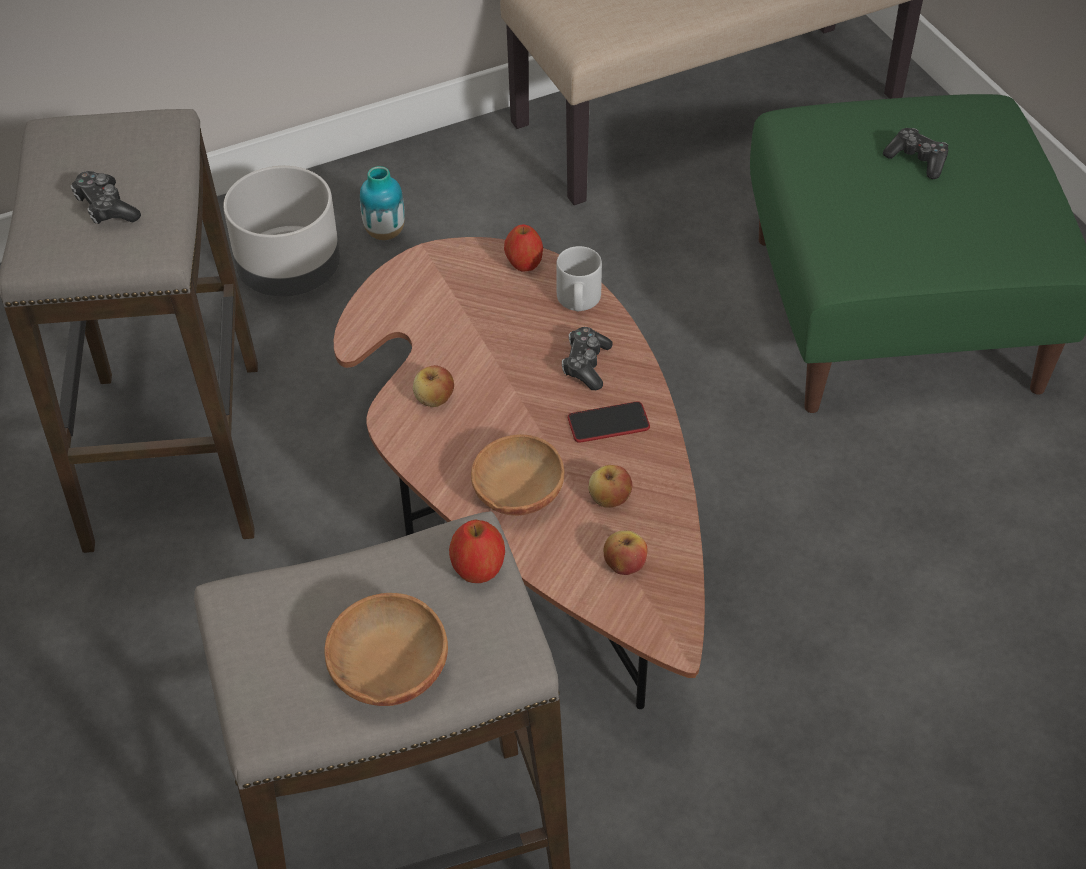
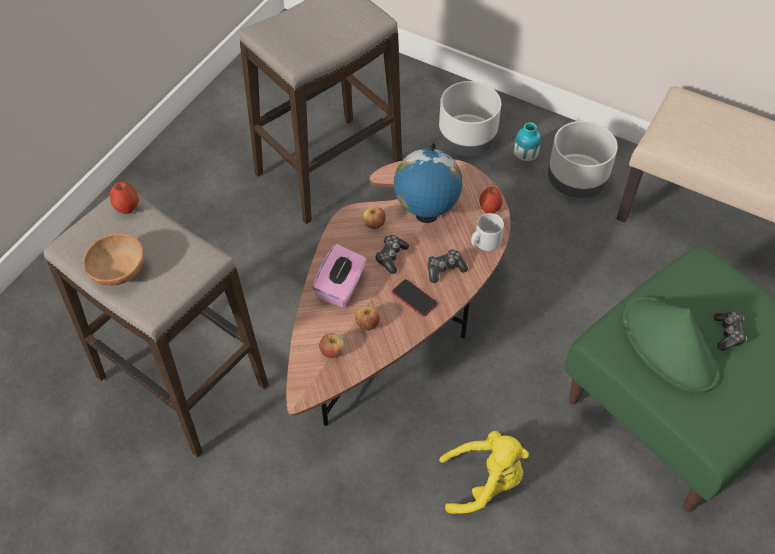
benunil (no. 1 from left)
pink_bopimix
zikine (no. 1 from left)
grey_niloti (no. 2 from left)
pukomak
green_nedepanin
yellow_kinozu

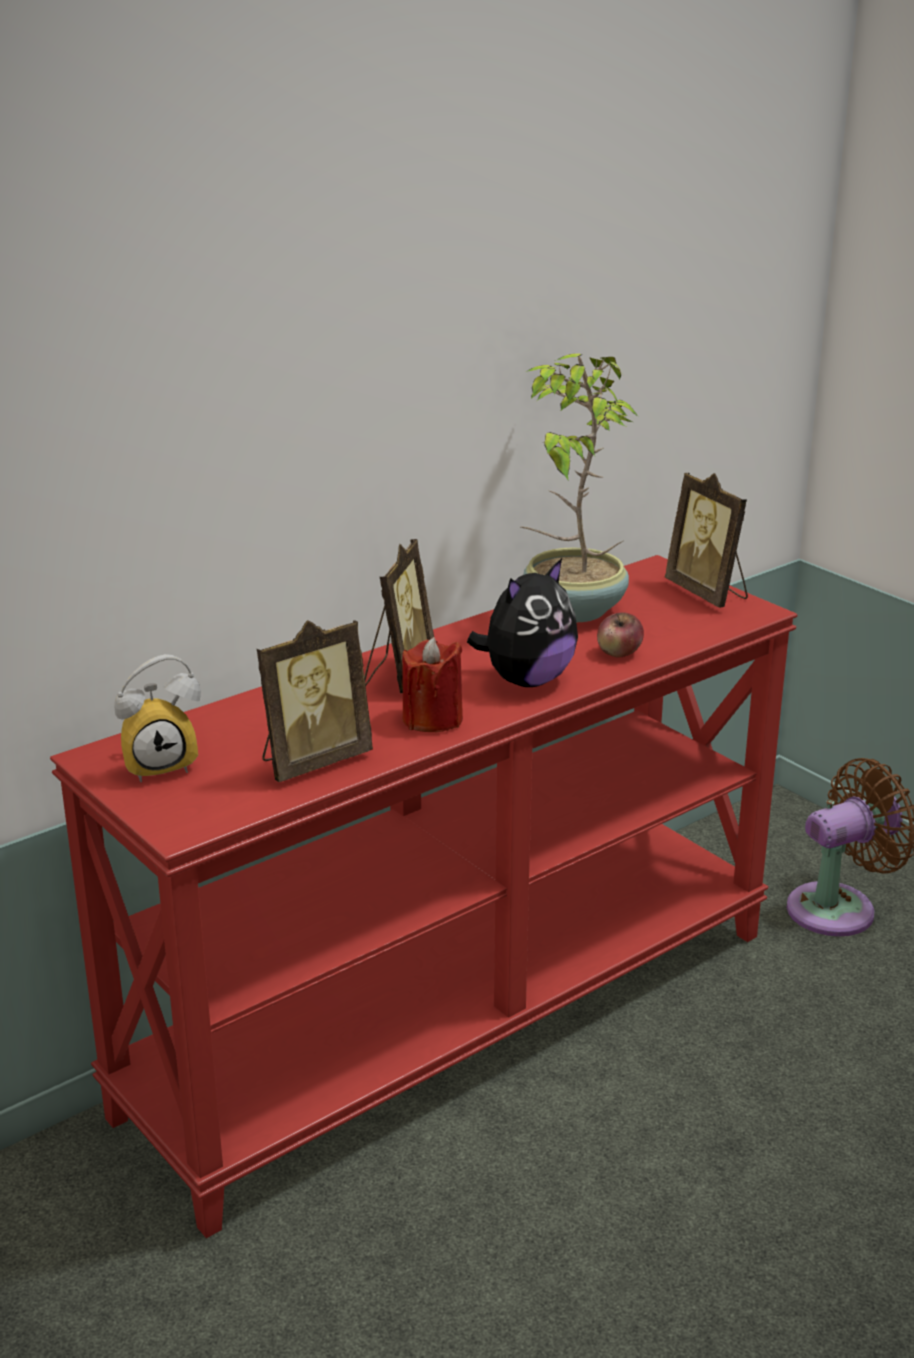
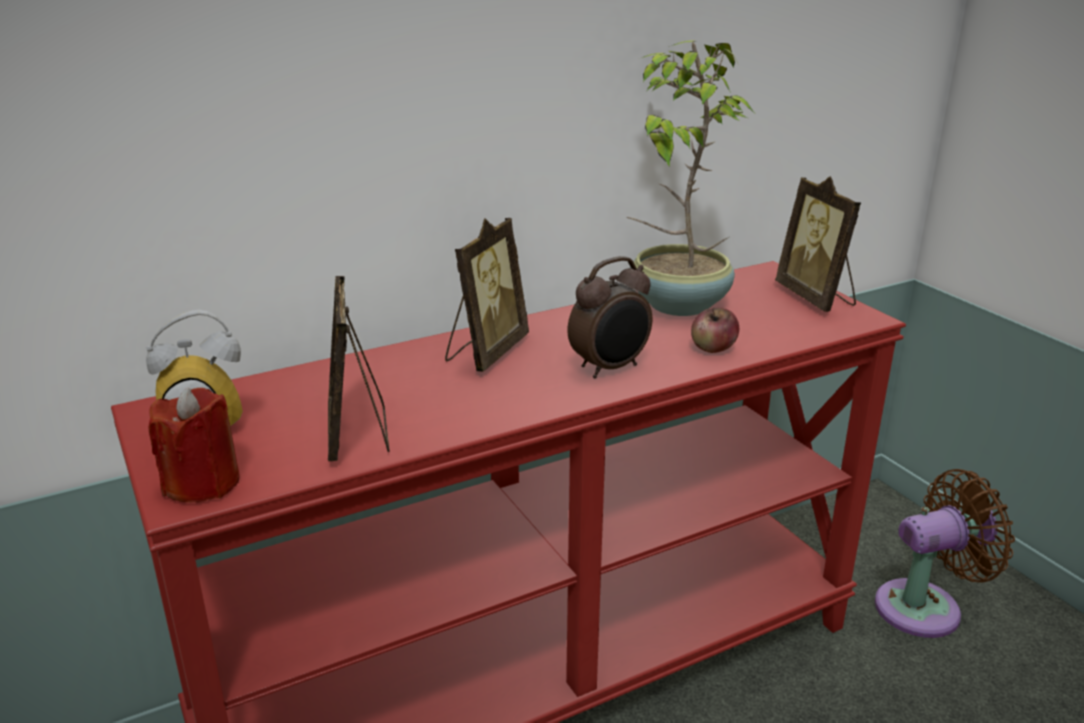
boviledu (no. 2 from left)
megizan (no. 1 from left)
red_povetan

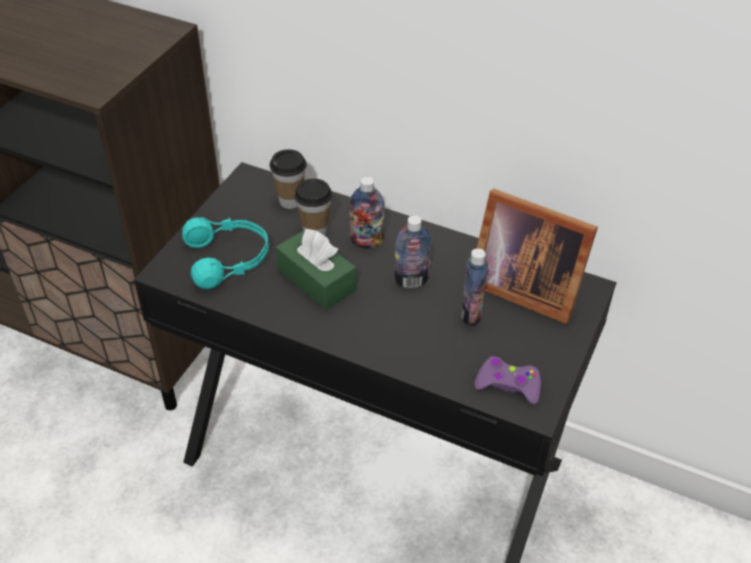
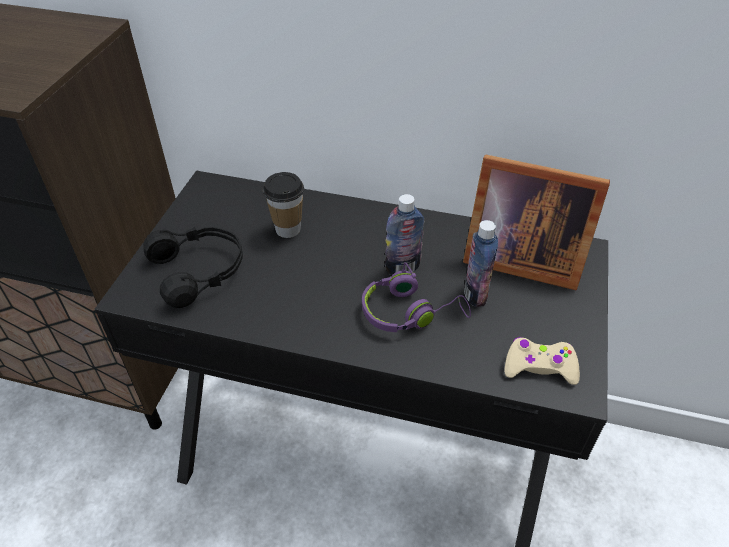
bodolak (no. 1 from left in the first image)
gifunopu (no. 1 from left in the first image)
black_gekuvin
green_bopimix
beige_benunil
purple_gekuvin

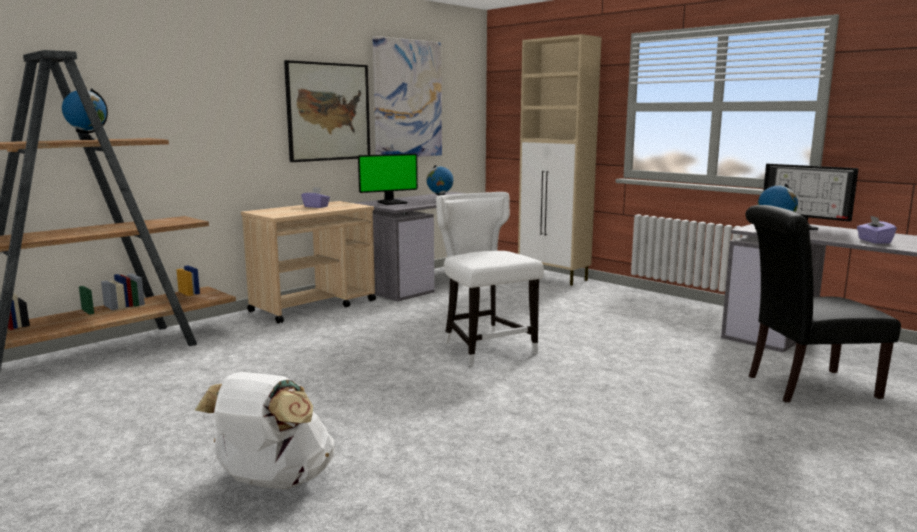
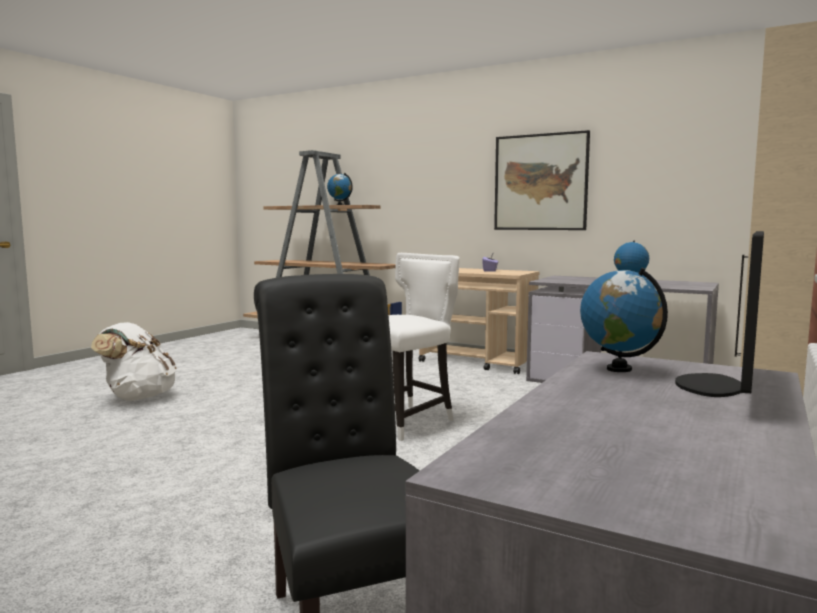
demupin (no. 2 from left in the first image)
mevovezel (no. 1 from left in the first image)
purple_bopimix (no. 2 from left in the first image)

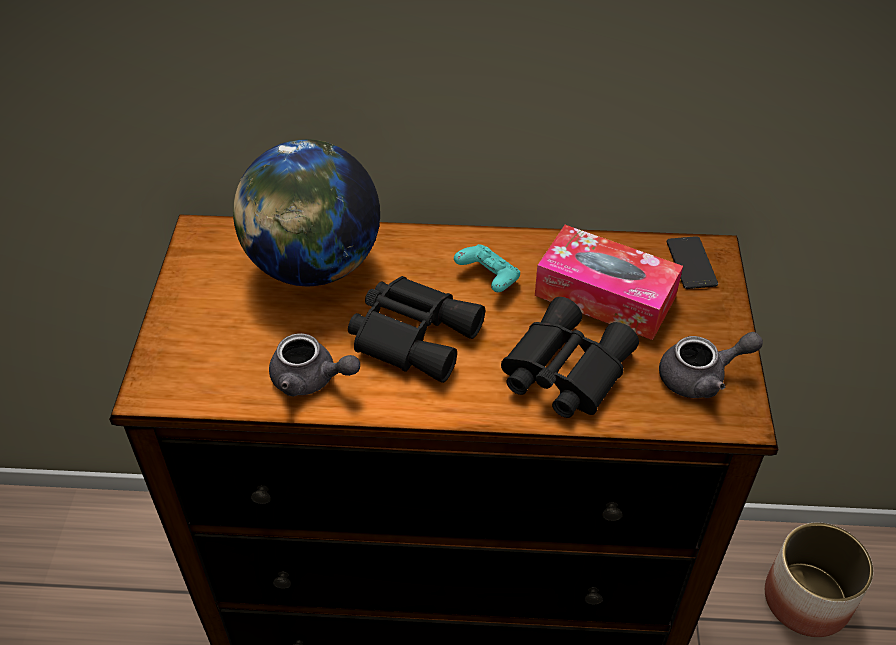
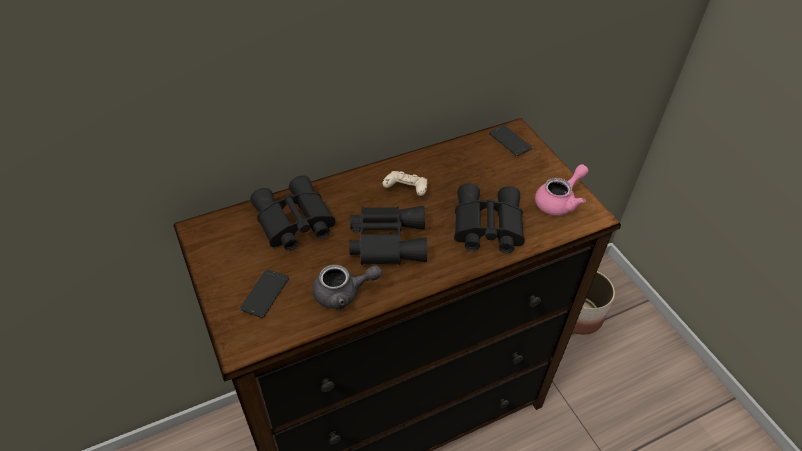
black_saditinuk (no. 1 from left)
bopimix
beige_benunil
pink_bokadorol
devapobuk (no. 1 from left)

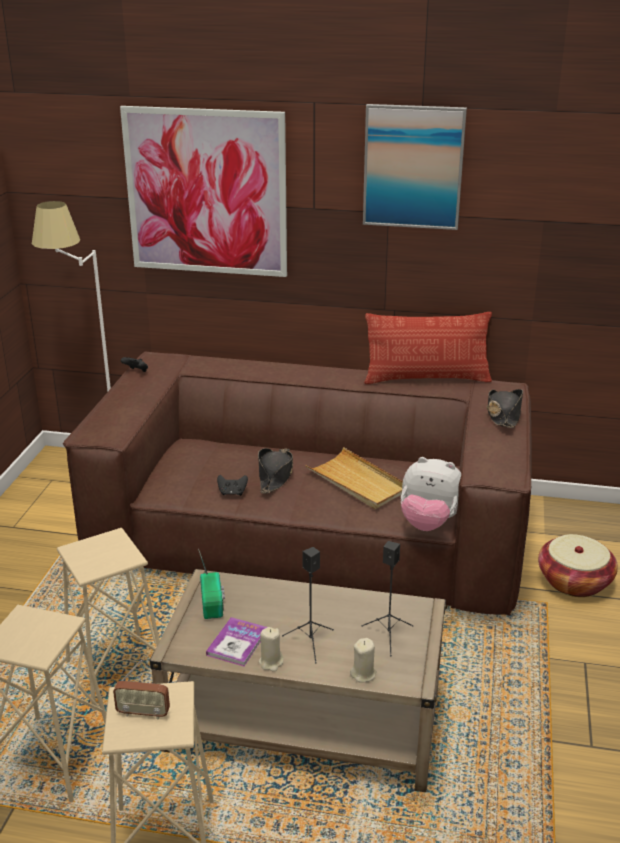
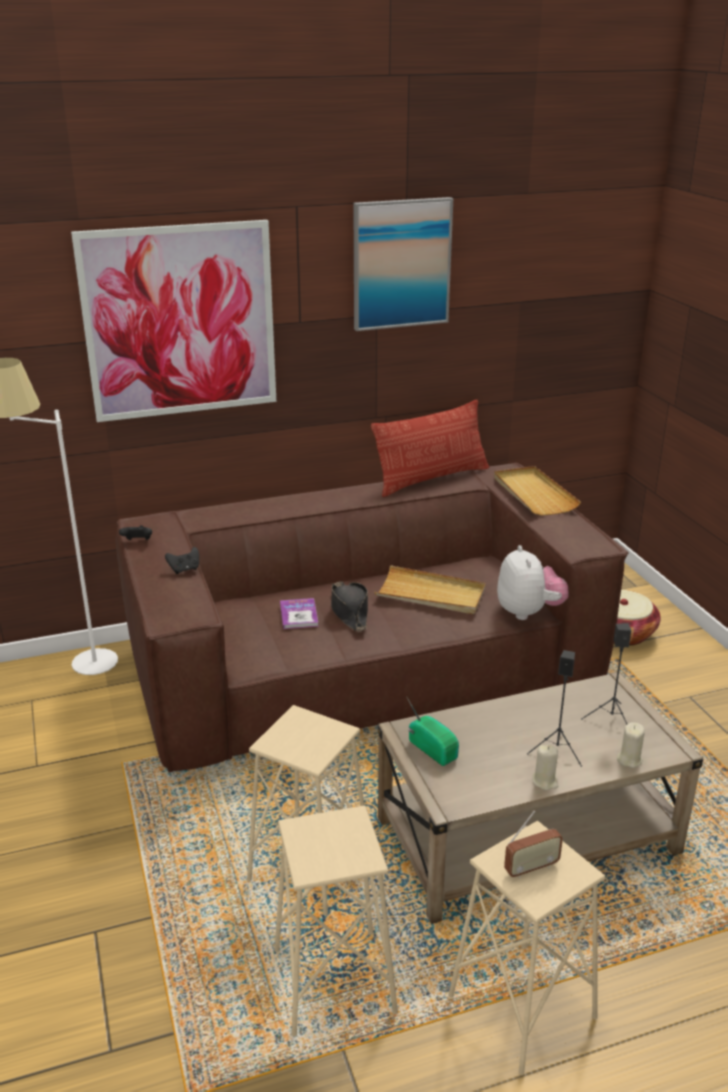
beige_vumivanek (no. 2 from left)
kinozu
black_benunil (no. 2 from left)
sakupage

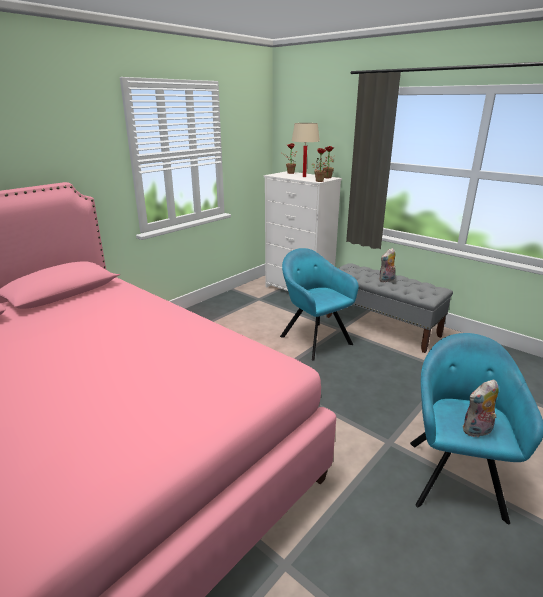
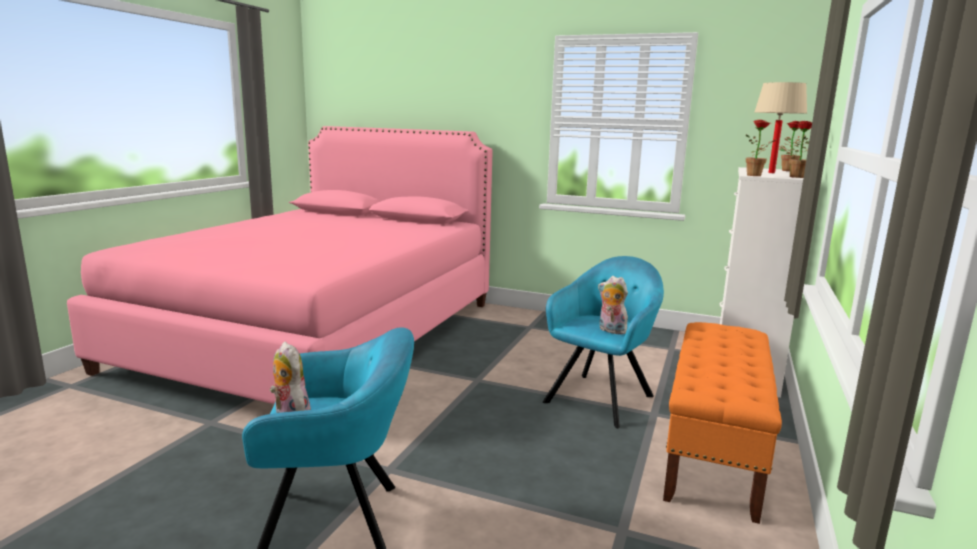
kinozu (no. 2 from left)
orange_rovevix

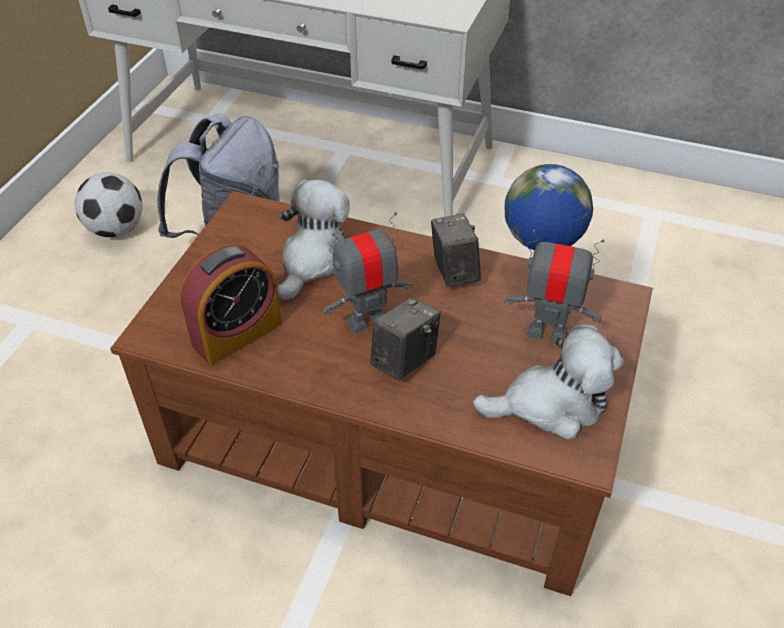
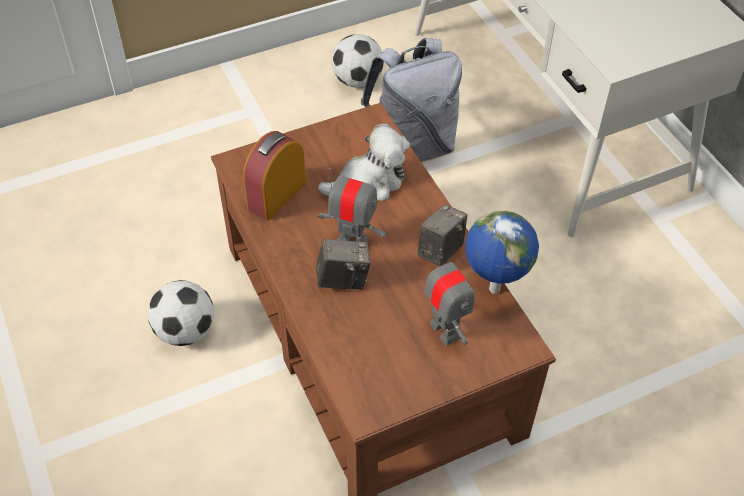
boviledu
kinozu (no. 2 from left in the first image)
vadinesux (no. 1 from left)

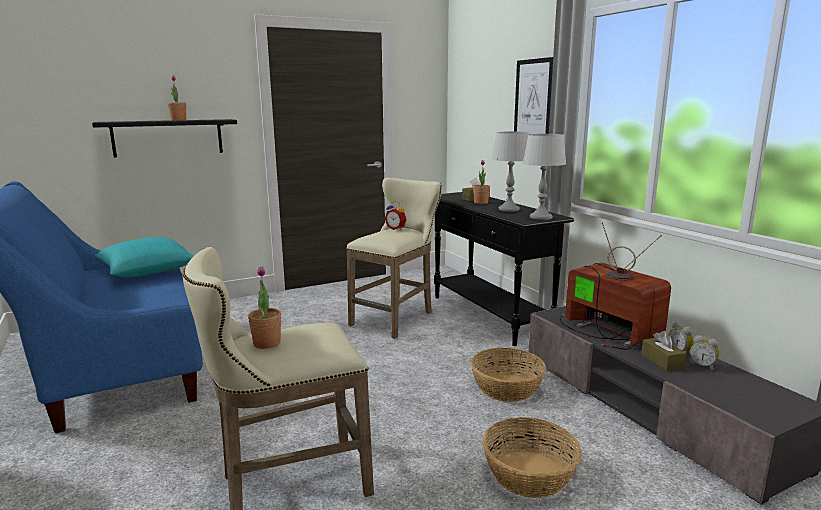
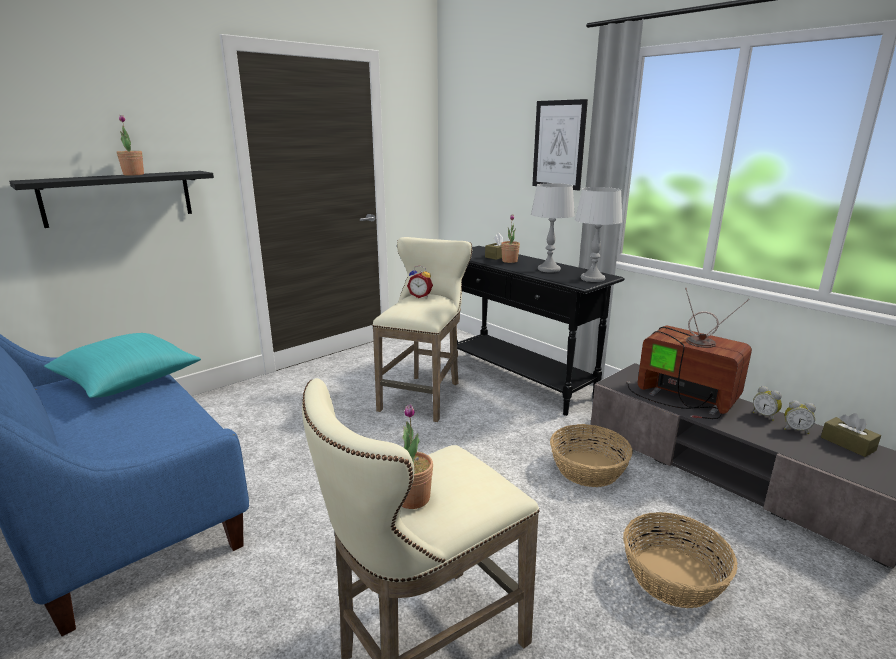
brown_bopimix (no. 2 from left)

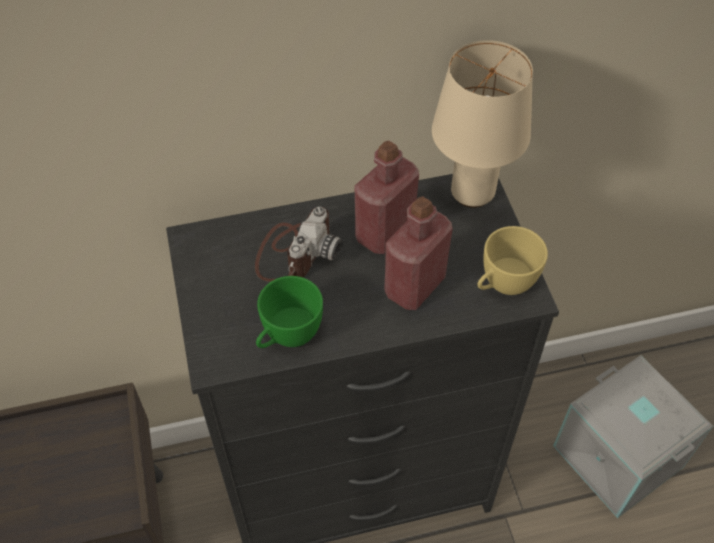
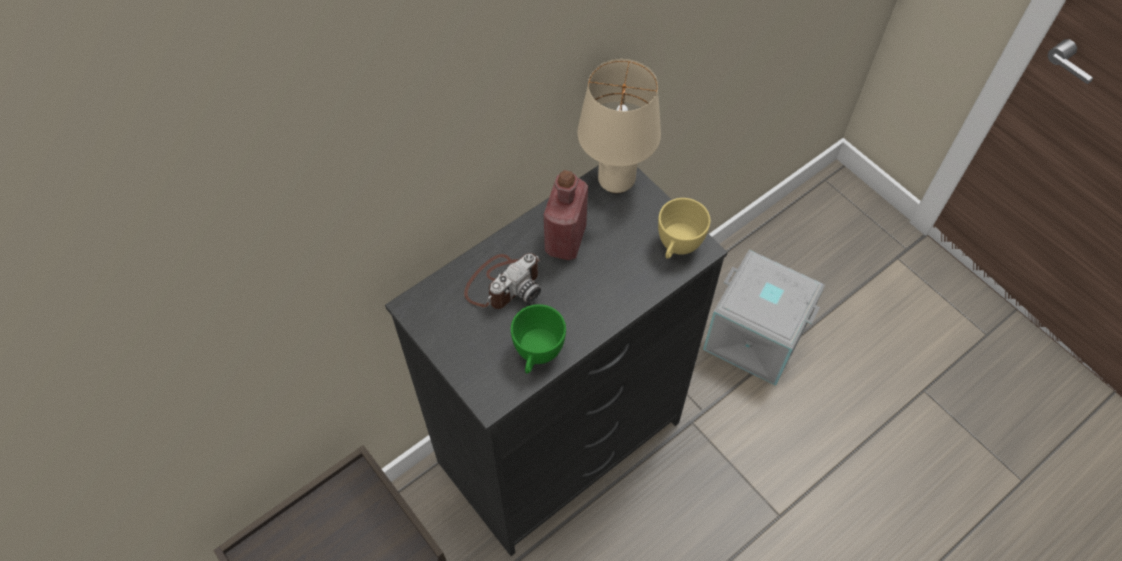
red_gifunopu (no. 2 from left in the first image)
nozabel

